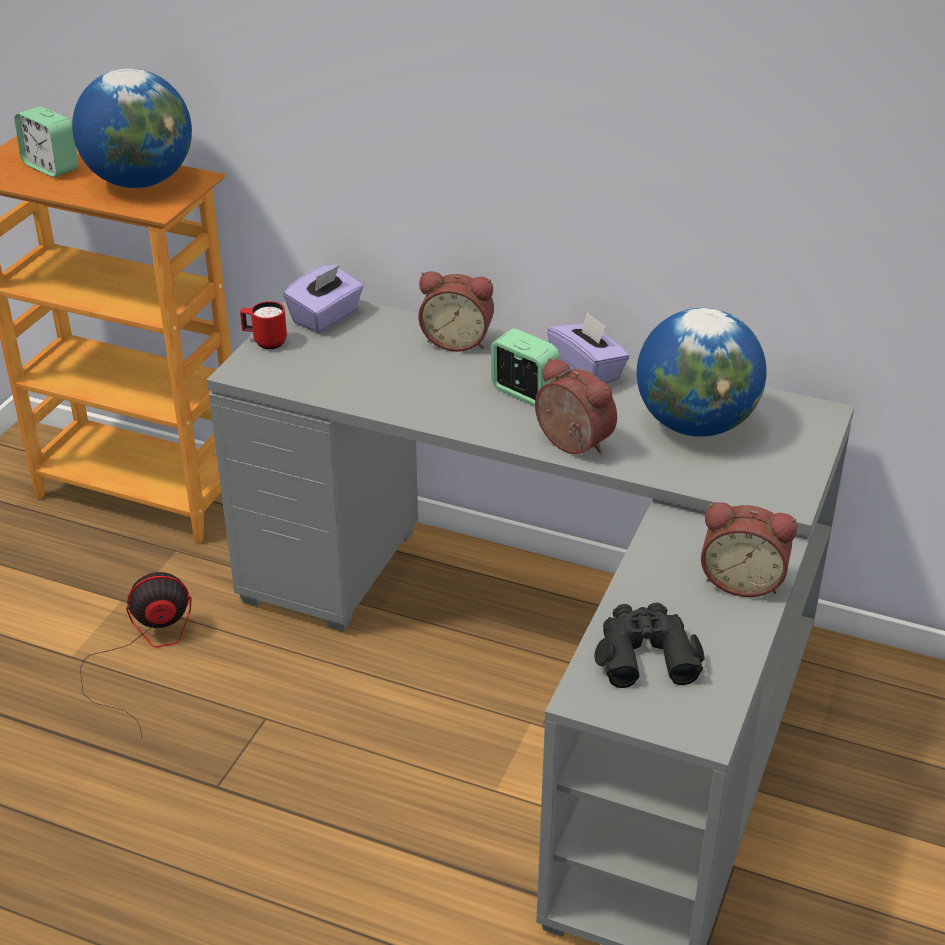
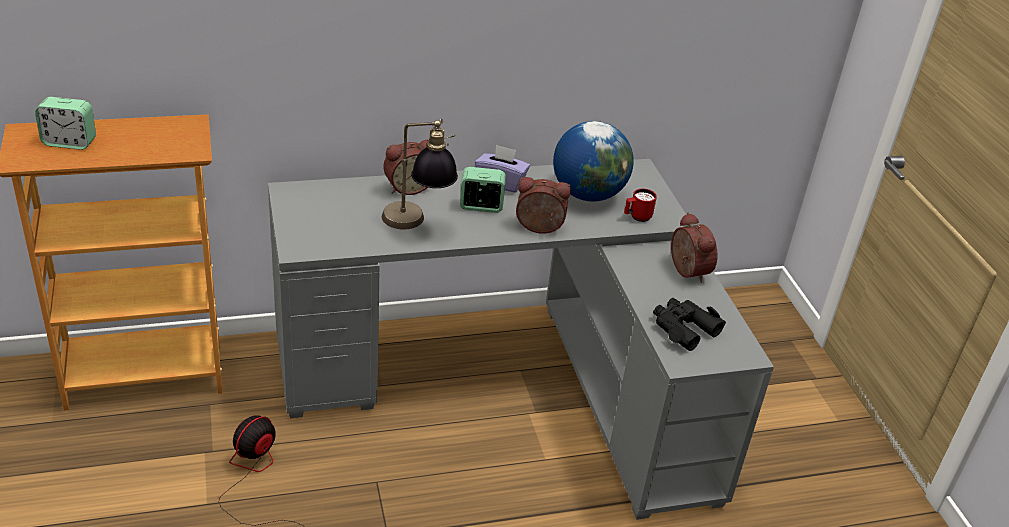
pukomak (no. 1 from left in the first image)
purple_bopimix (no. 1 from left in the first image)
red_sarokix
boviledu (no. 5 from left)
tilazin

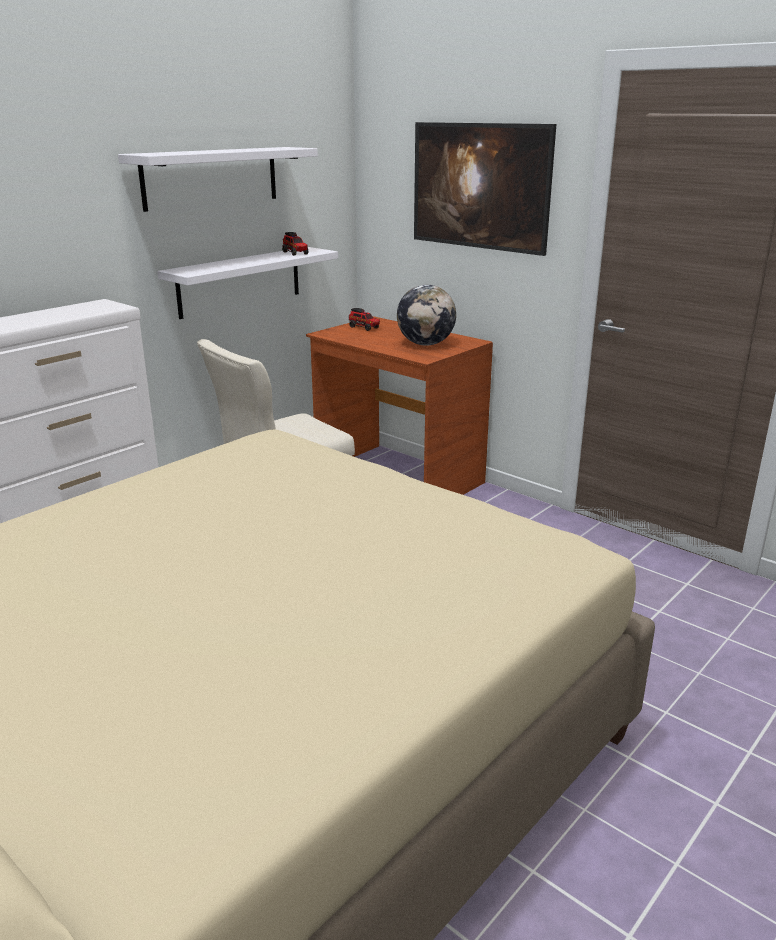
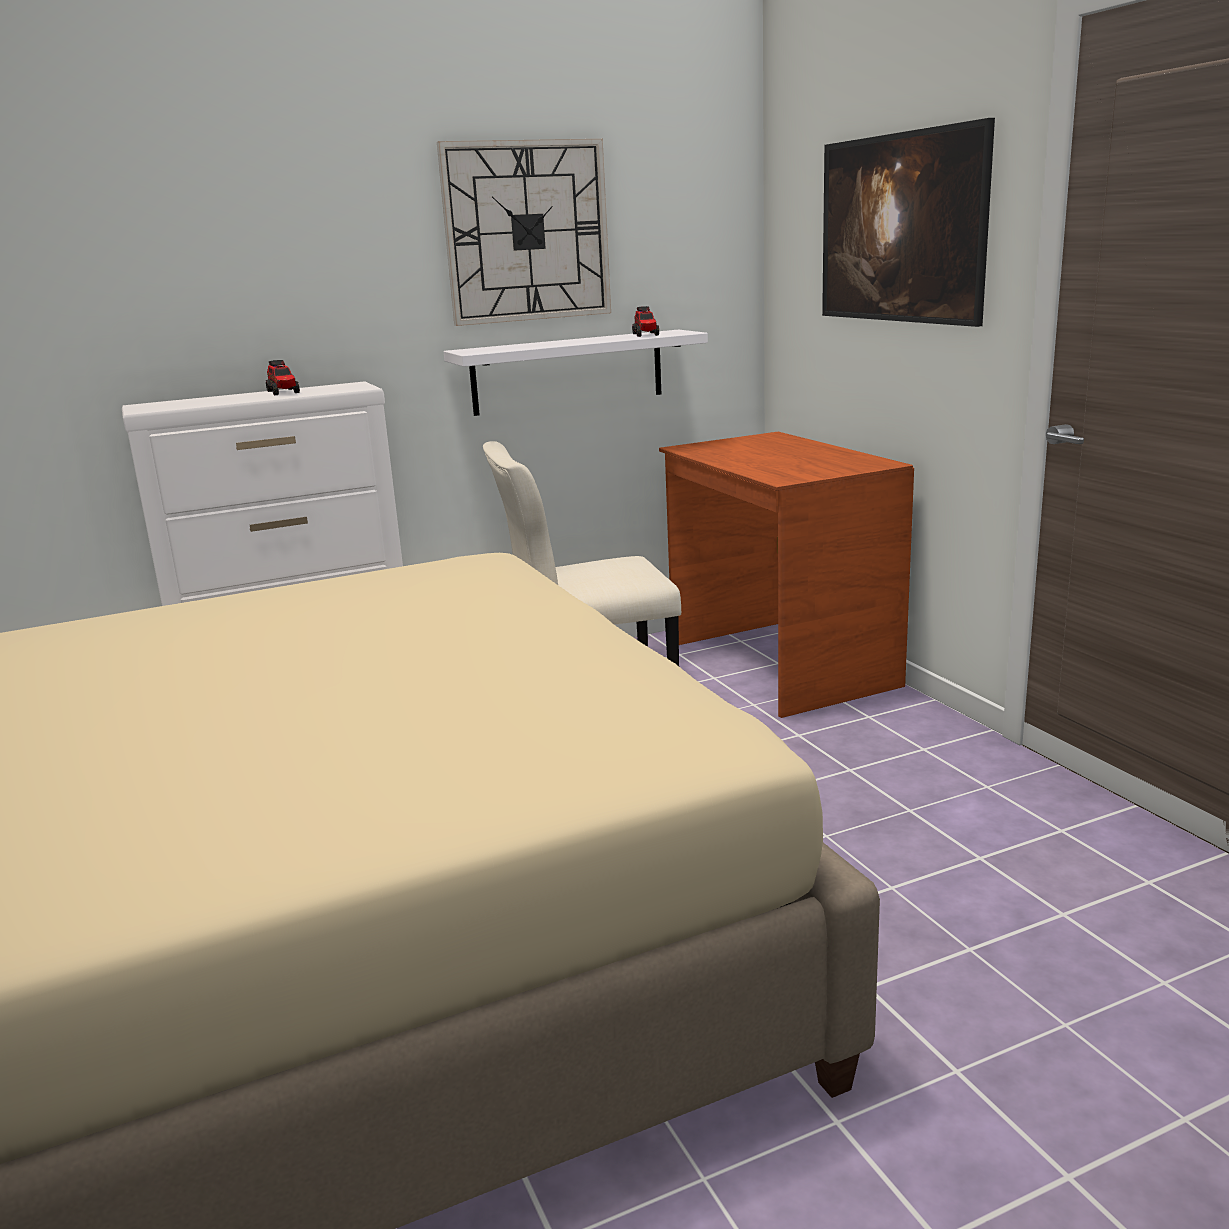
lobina
pukomak
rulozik (no. 1 from left)

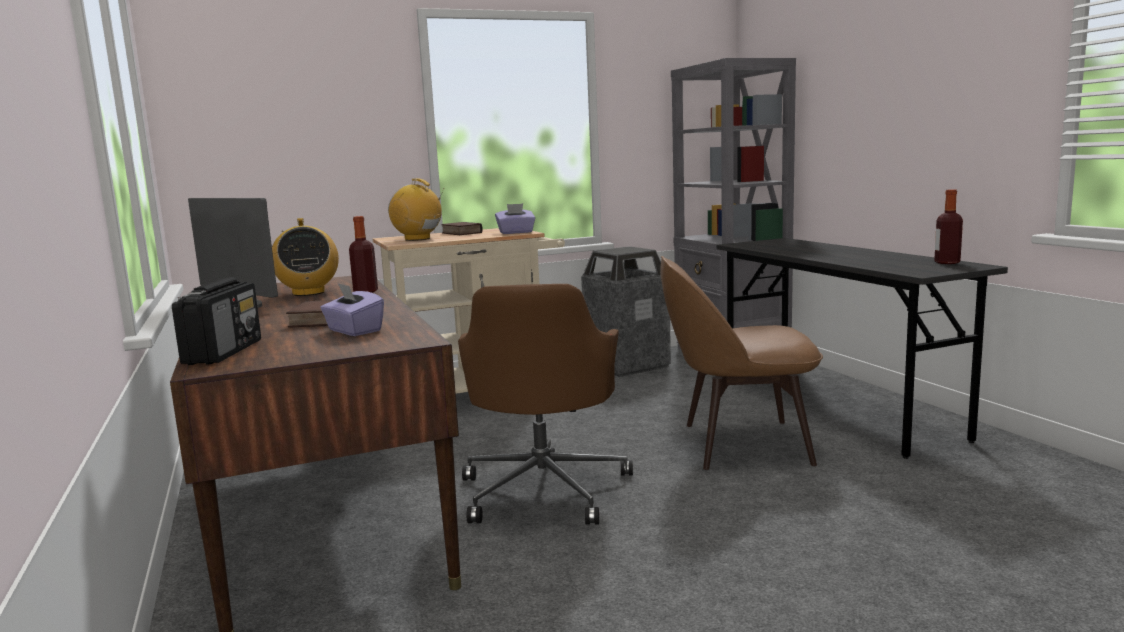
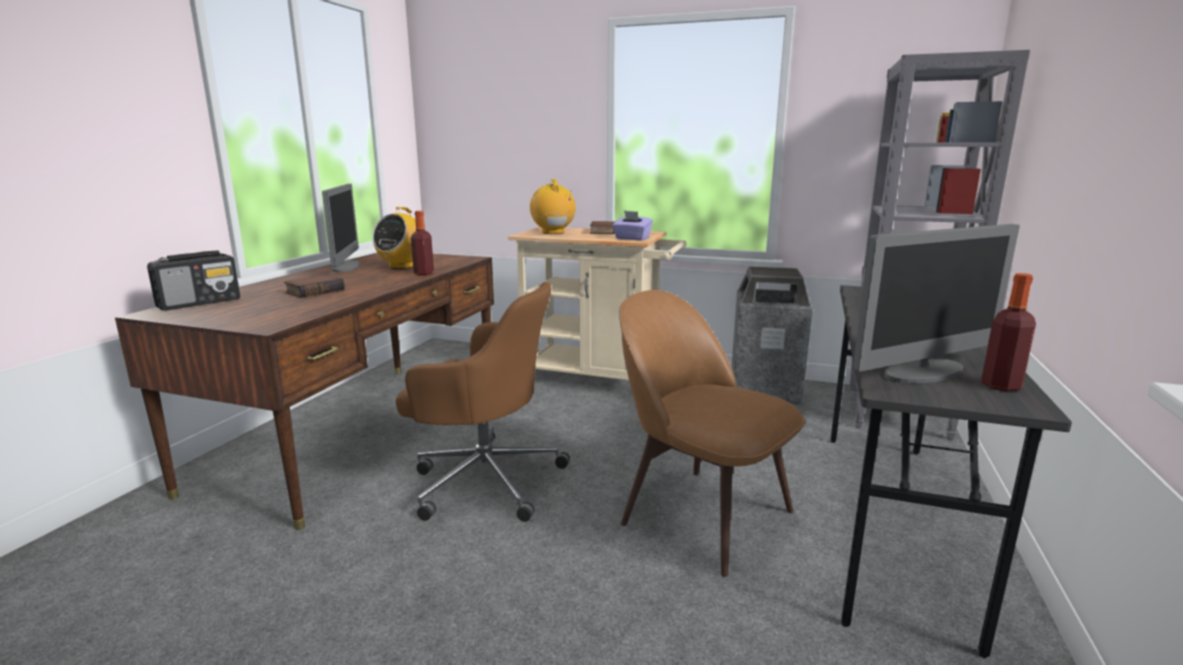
purple_bopimix (no. 1 from left in the first image)
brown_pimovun
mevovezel (no. 2 from left)

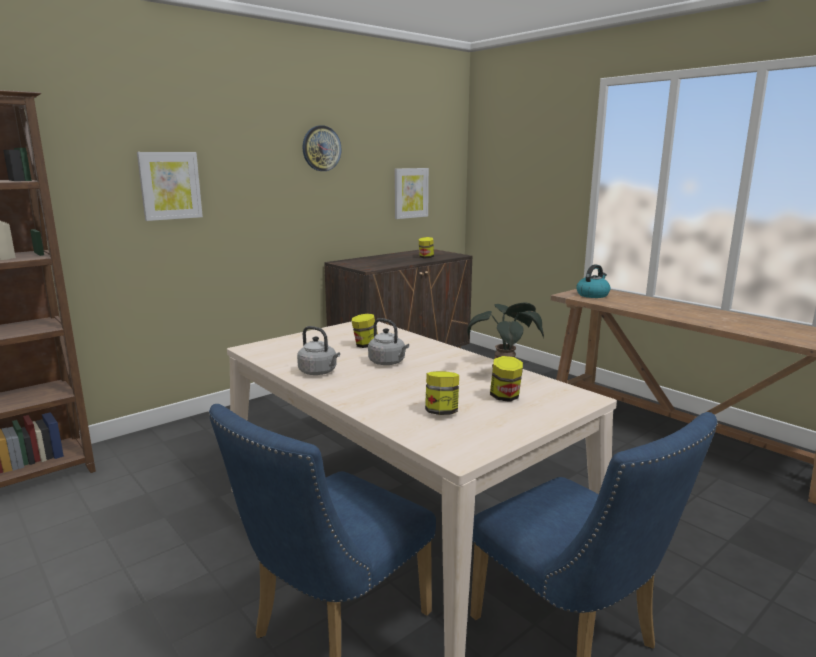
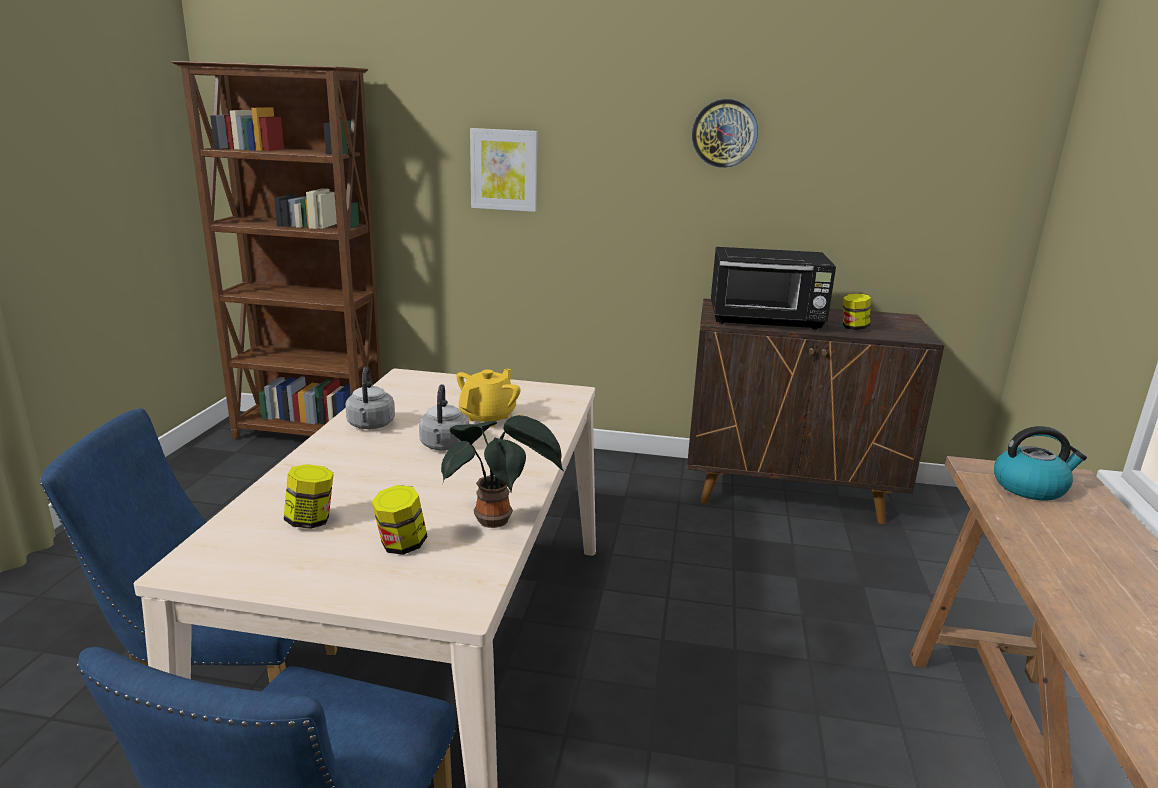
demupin (no. 2 from left in the first image)
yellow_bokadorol
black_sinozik

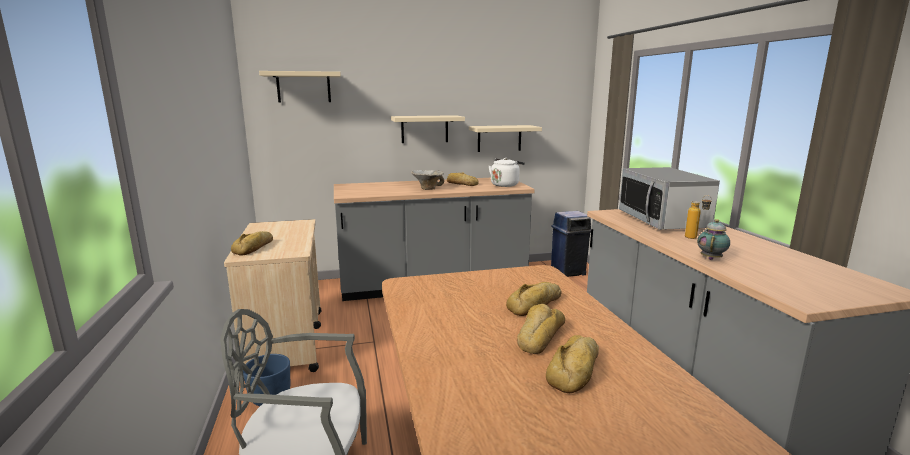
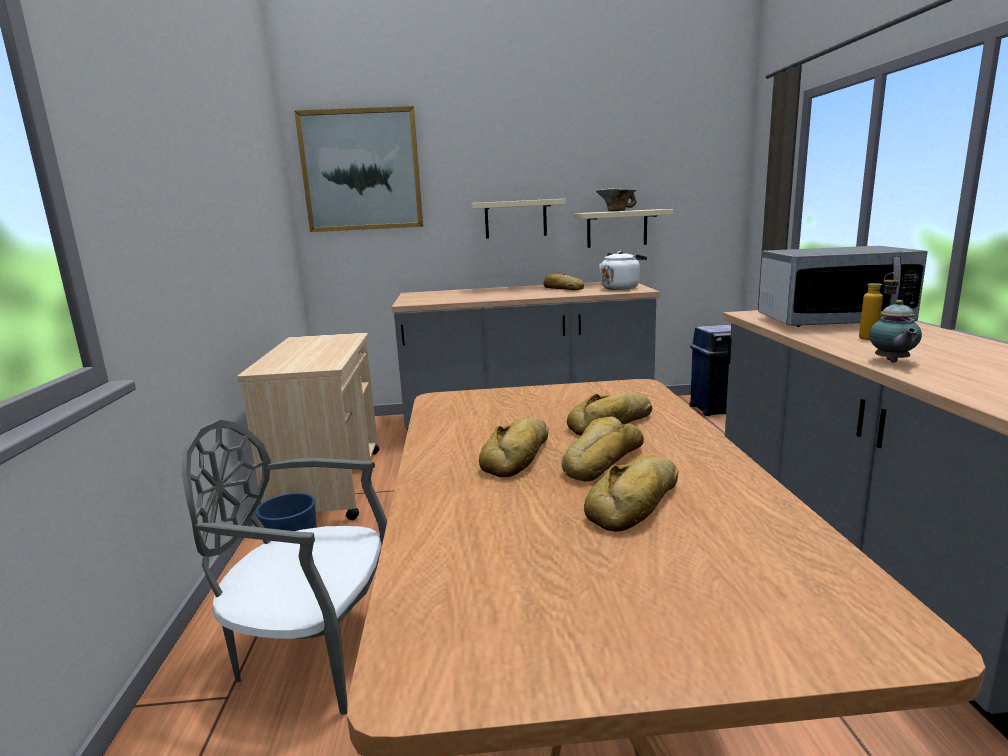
demupin
sinozik
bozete
bokadorol
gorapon (no. 1 from left)

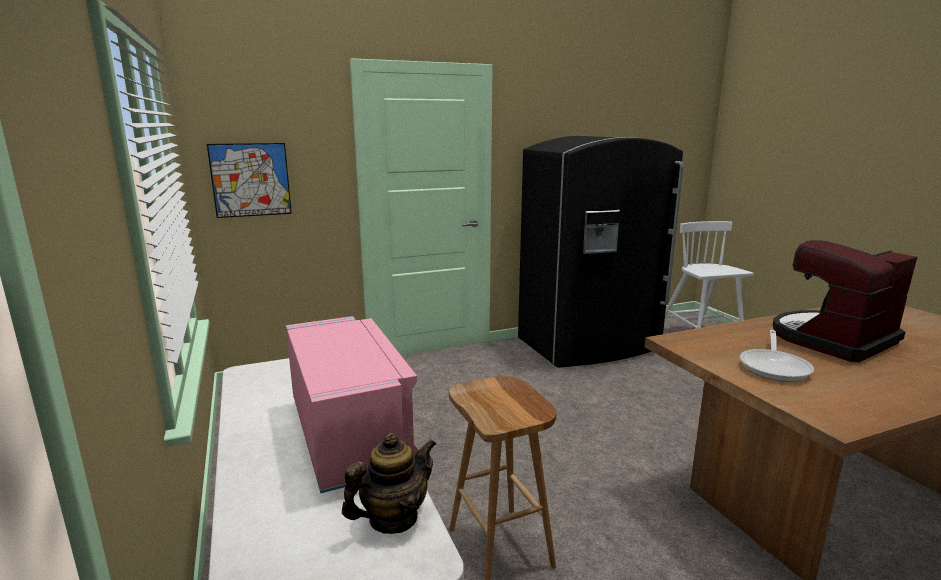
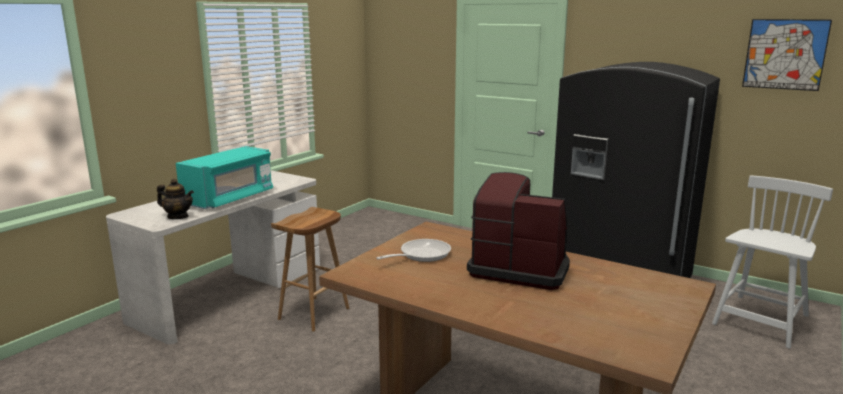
demupin
turquoise_sinozik
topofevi

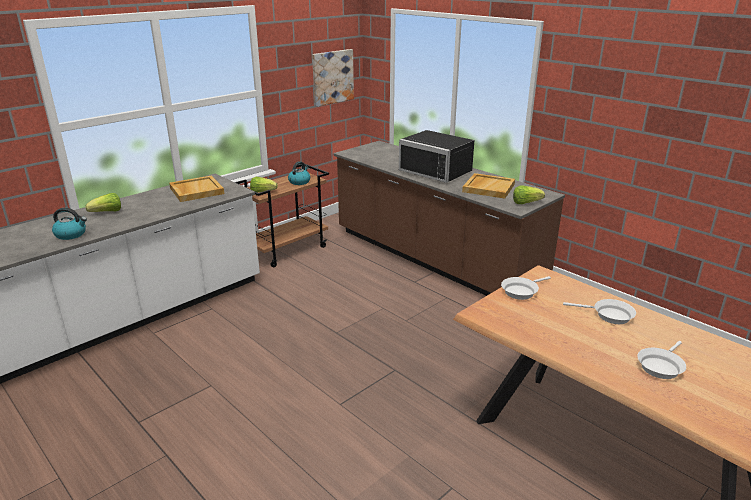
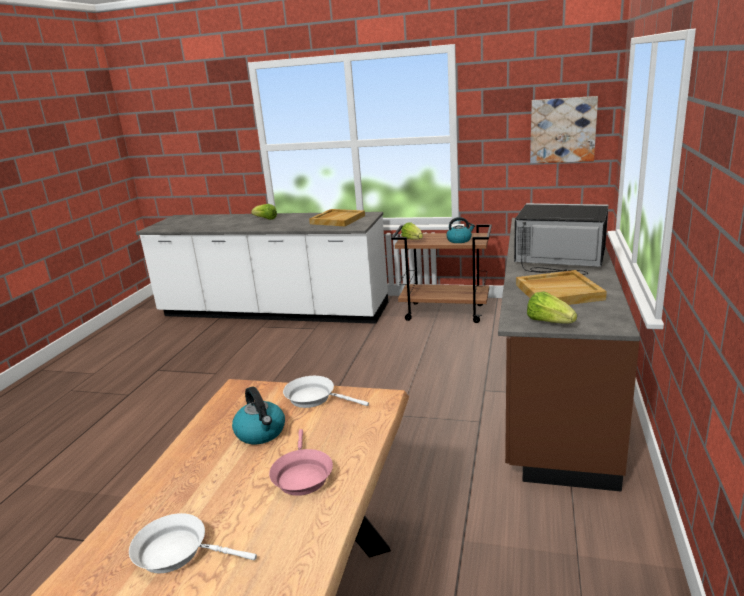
black_sinozik
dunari (no. 1 from left)
pink_topofevi

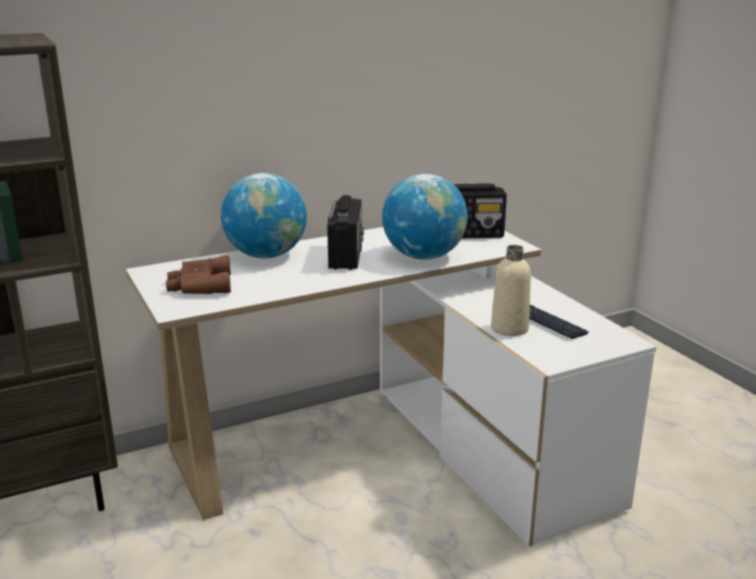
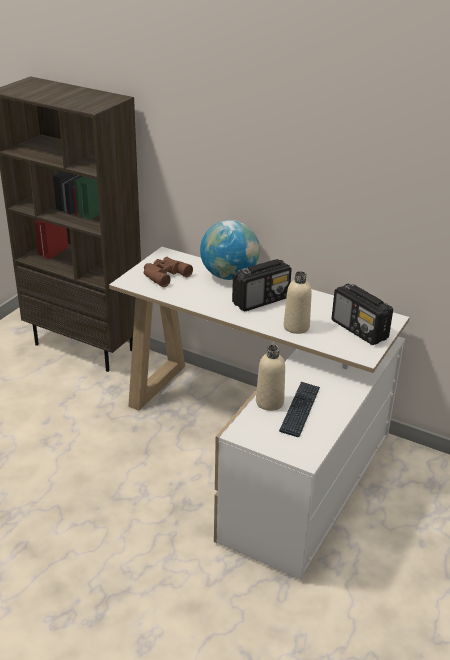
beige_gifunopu (no. 2 from left)

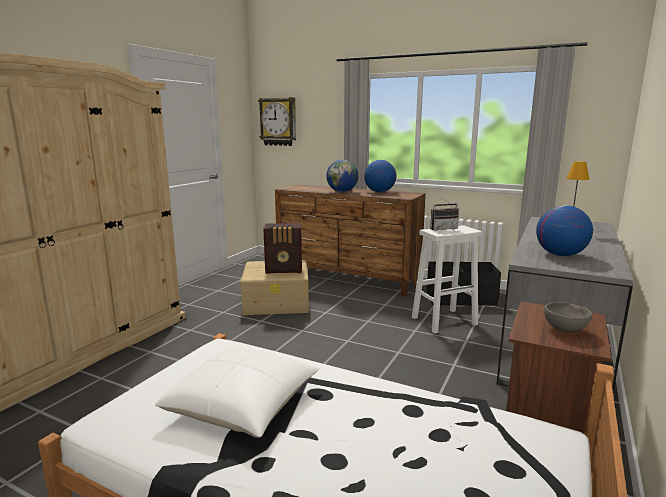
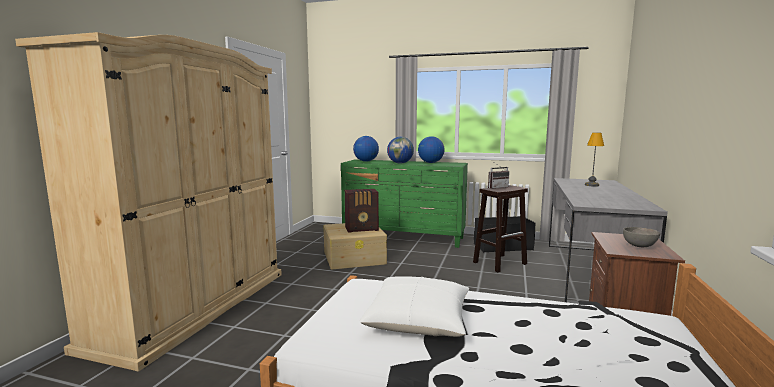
lobina
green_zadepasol
pukomak (no. 1 from left)
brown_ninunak

